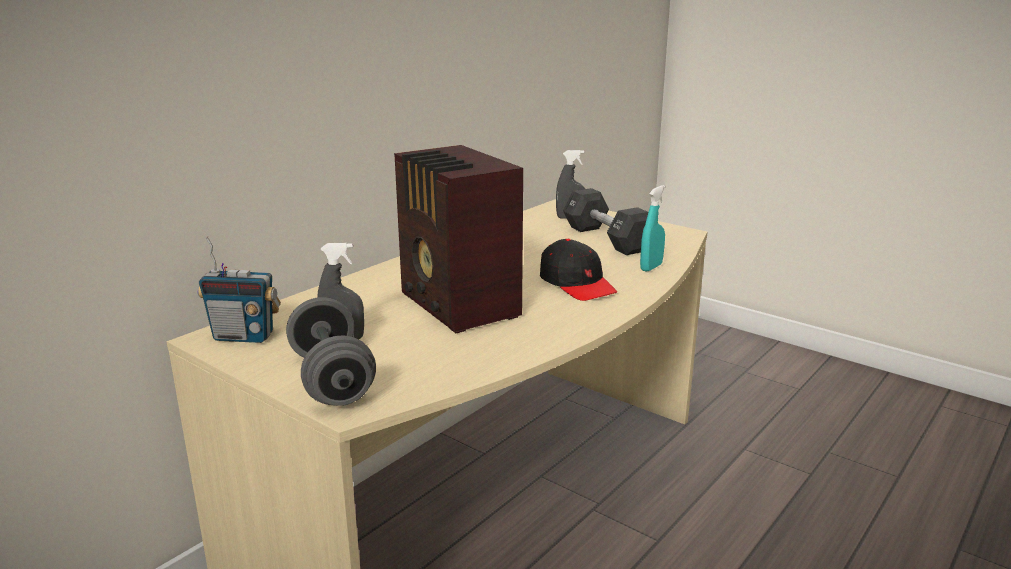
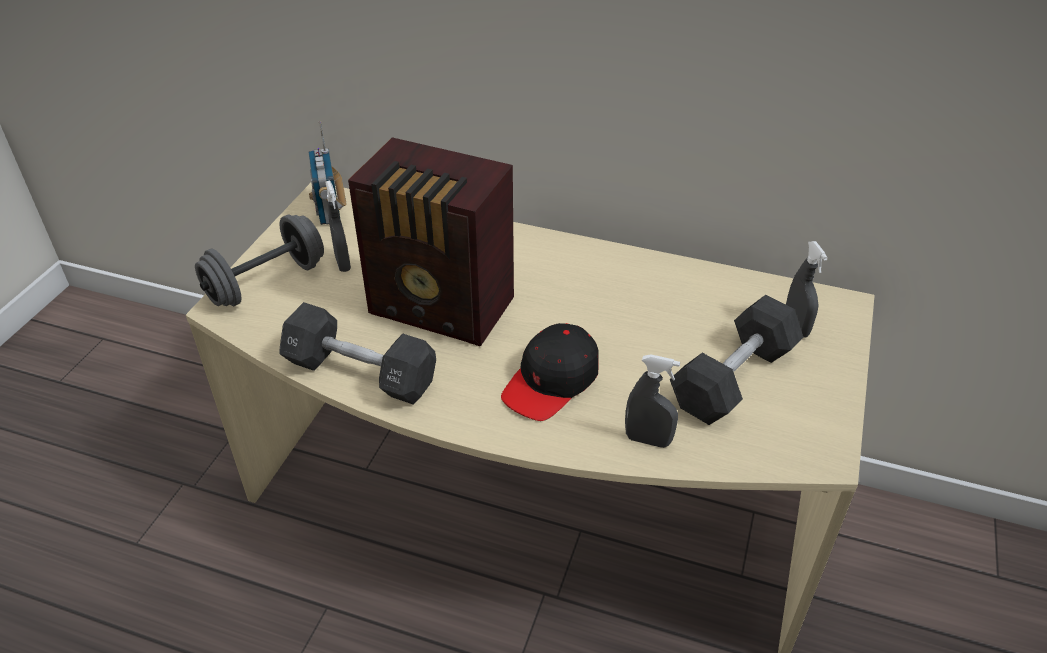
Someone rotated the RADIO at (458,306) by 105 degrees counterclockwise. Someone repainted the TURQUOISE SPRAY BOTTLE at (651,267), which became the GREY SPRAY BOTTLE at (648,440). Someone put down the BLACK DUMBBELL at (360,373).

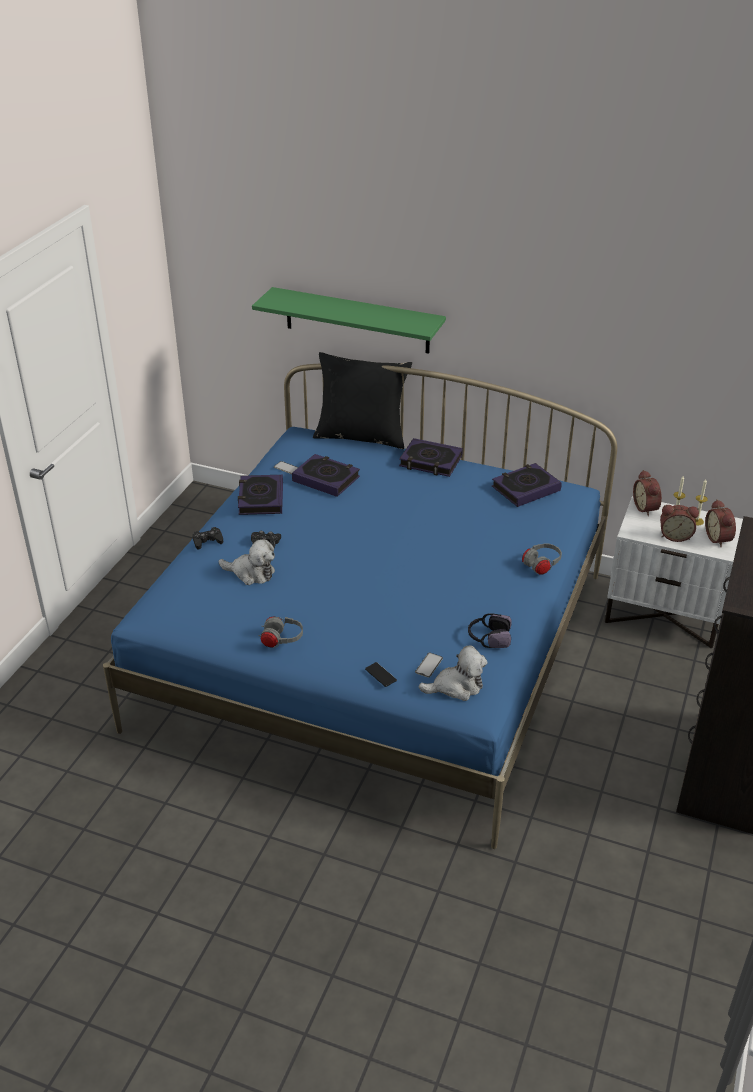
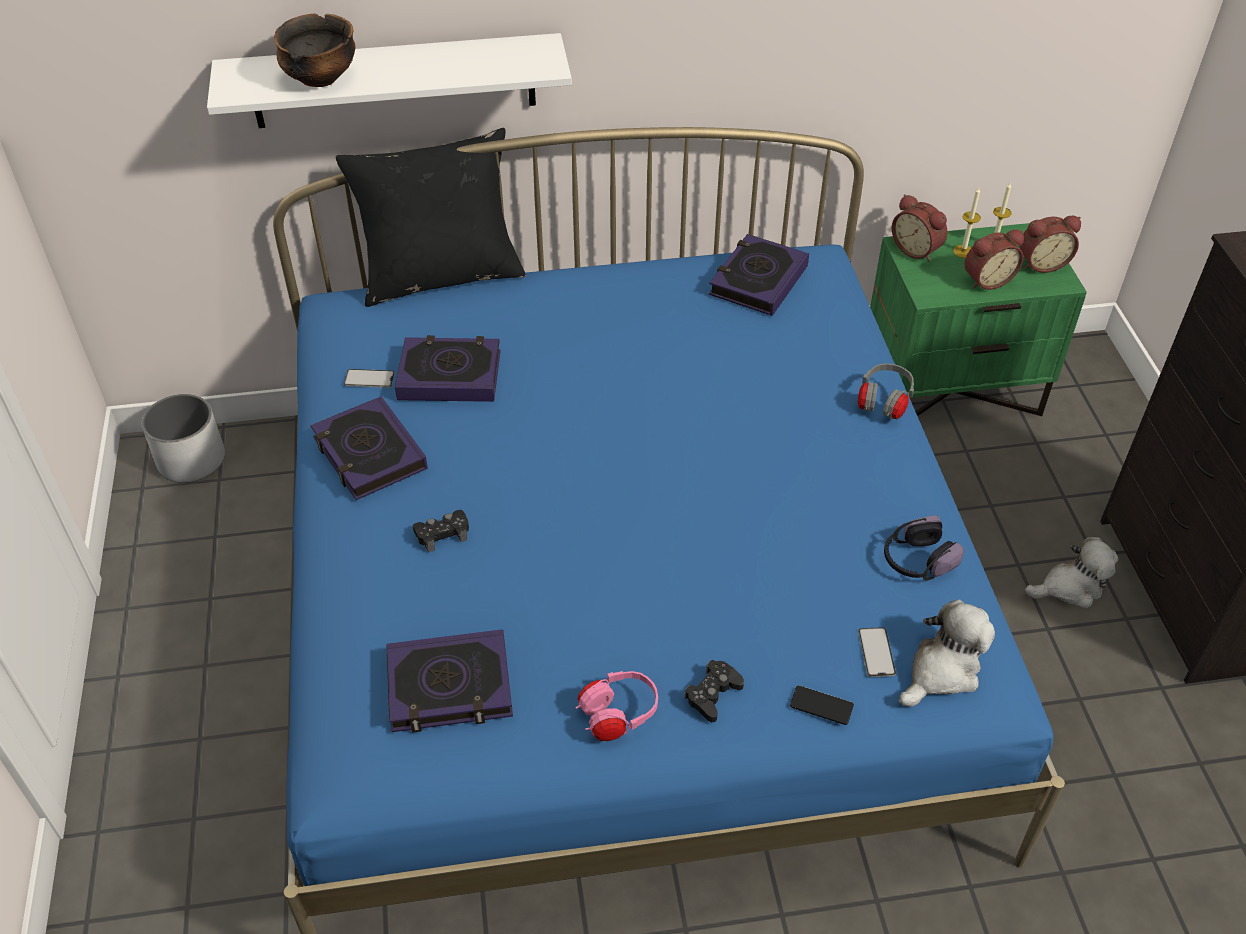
Someone carried the BLACK GAME CONTROLLER from (207,541) to (713,694). Someone carried the PLUSH TOY from (251,573) to (1070,587). Someone repainted the GREEN SHELF at (357,320), which became the WHITE SHELF at (393,81). Someone repainted the GREY HEADPHONES at (281,640), which became the PINK HEADPHONES at (618,716). Someone carried the BOOK from (430,462) to (450,687). Someone repainted the WHITE NIGHTSTAND at (664,614), which became the GREEN NIGHTSTAND at (951,389). Someone rotated the ALARM CLOCK at (719,538) by 60 degrees counterclockwise. Someone put down the WHITE PLANTER at (191,460). Someone put down the BOWL at (320,79).

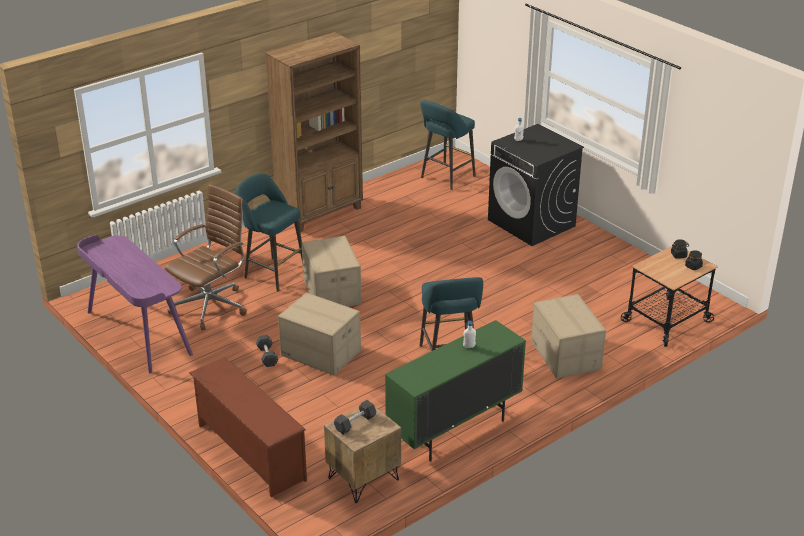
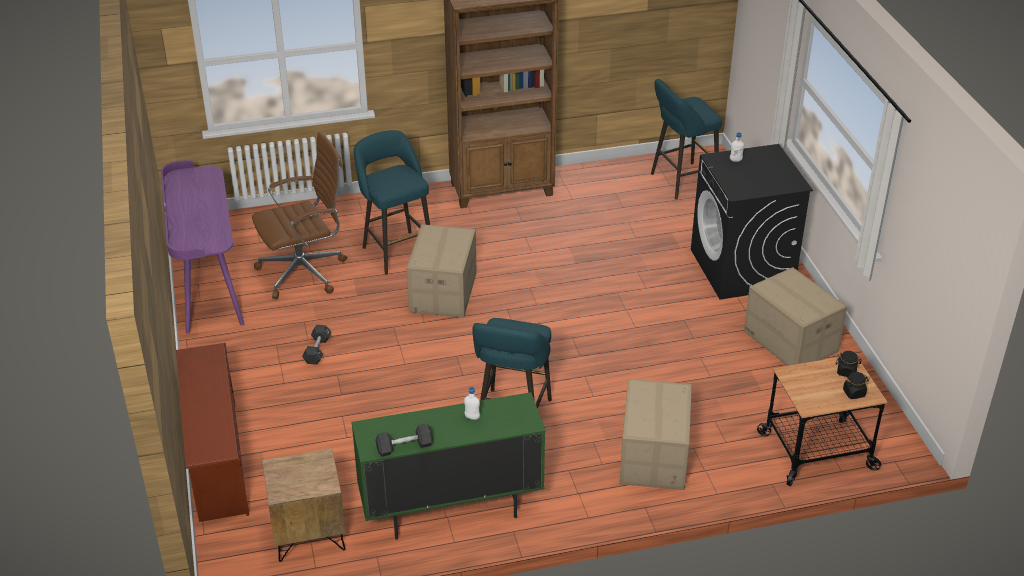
Someone carried the CARDBOARD BOX from (320,353) to (790,341). Someone carried the BLACK DUMBBELL from (355,423) to (404,447).

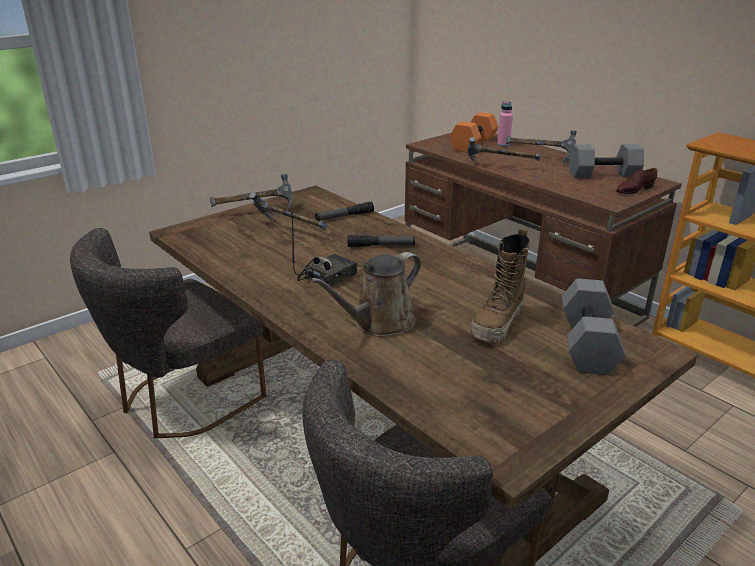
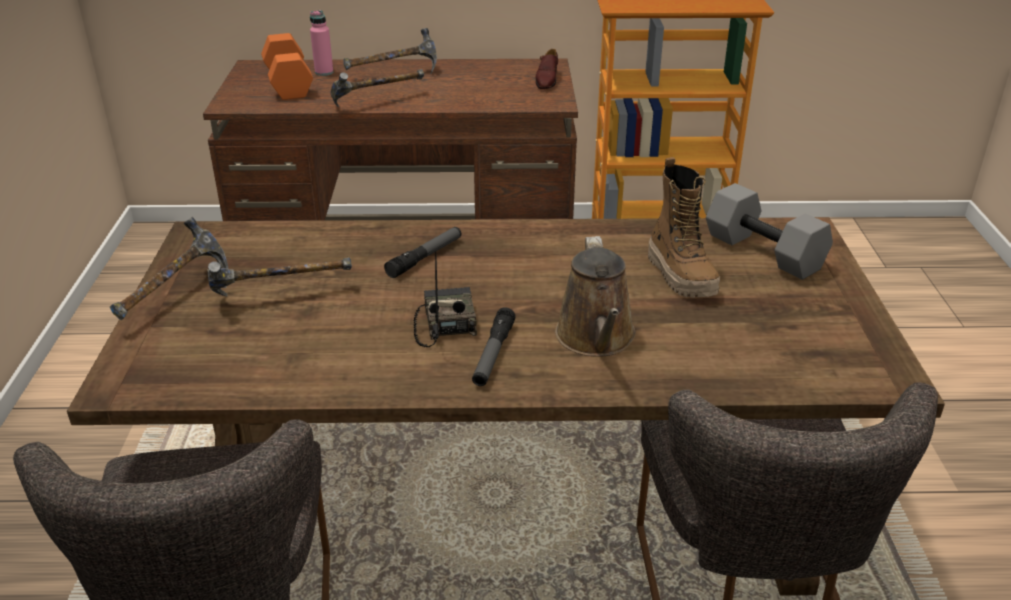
Someone carried the FLASHLIGHT from (344,216) to (493,354). Someone took away the GREY DUMBBELL at (603,174).

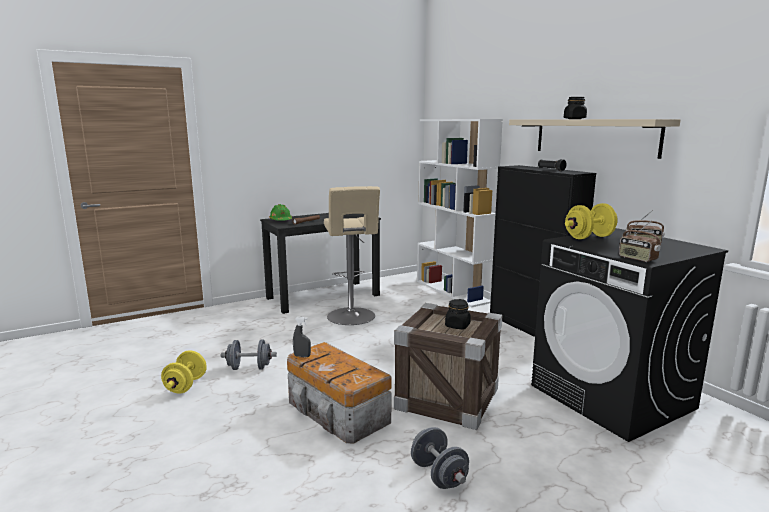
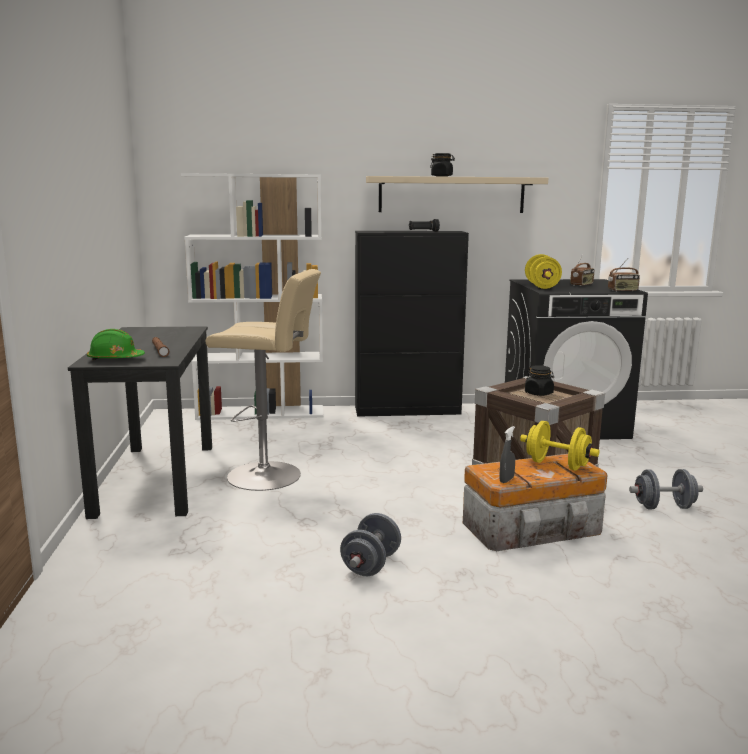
Someone carried the YELLOW DUMBBELL from (186,385) to (557,465).

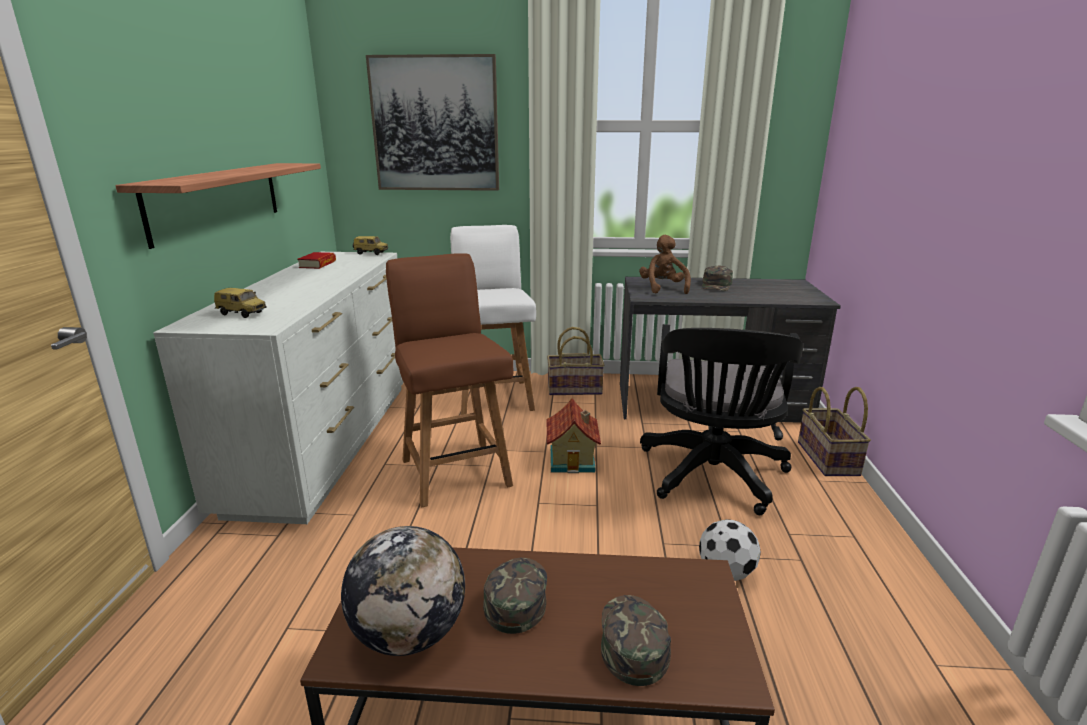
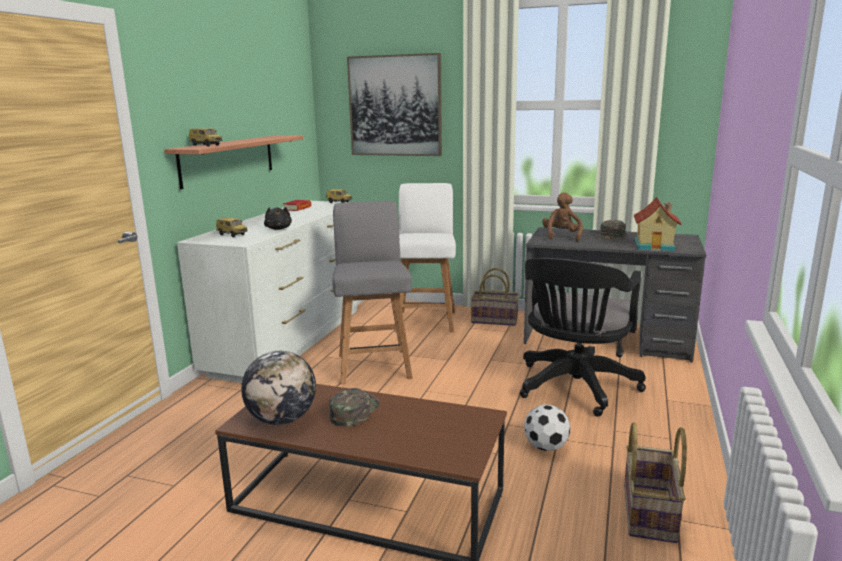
Someone repainted the BROWN CHAIR at (455,471), which became the GREY CHAIR at (374,365). Someone carried the TOY HOUSE from (573,460) to (655,246). Someone took away the GREEN CAP at (632,640). Someone carried the BASKET from (829,459) to (650,513). Someone put down the TOY CAR at (207,145). Someone put down the BLACK PLUSH TOY at (278,229).

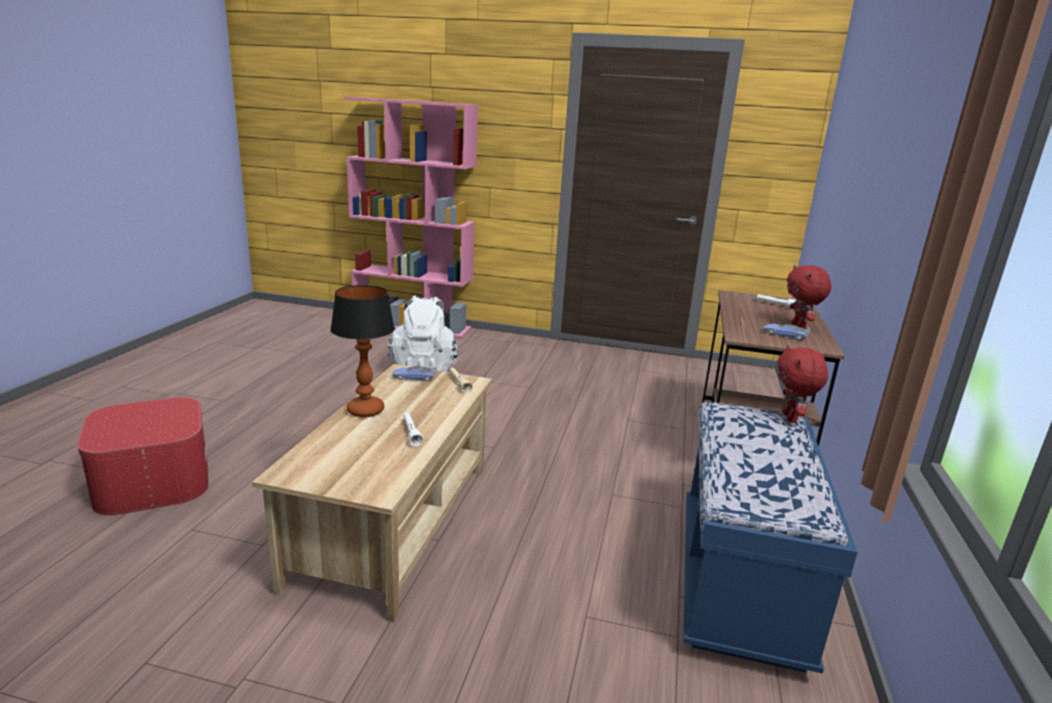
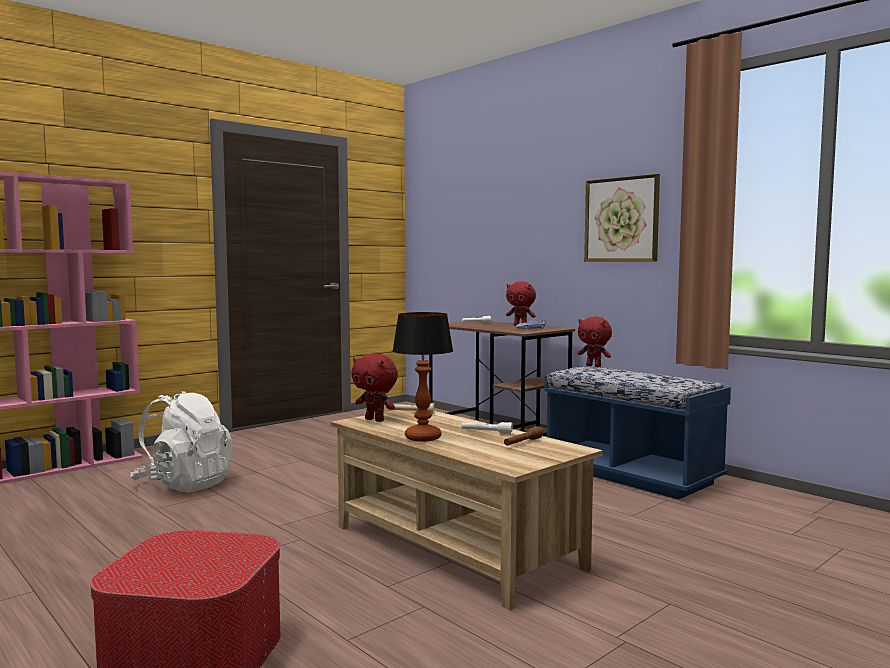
Someone swapped the TOY CAR at (414,377) for the RED PLUSH TOY at (375,420). Someone put down the BROWN FLASHLIGHT at (522,443). Someone put up the PICTURE at (621,219).

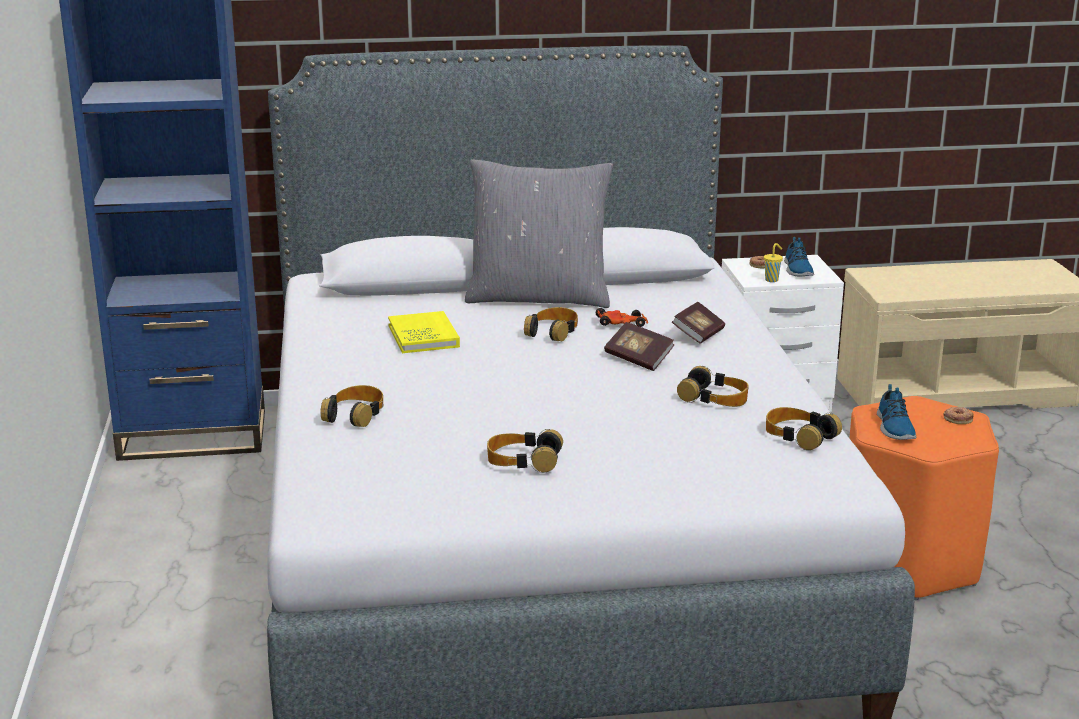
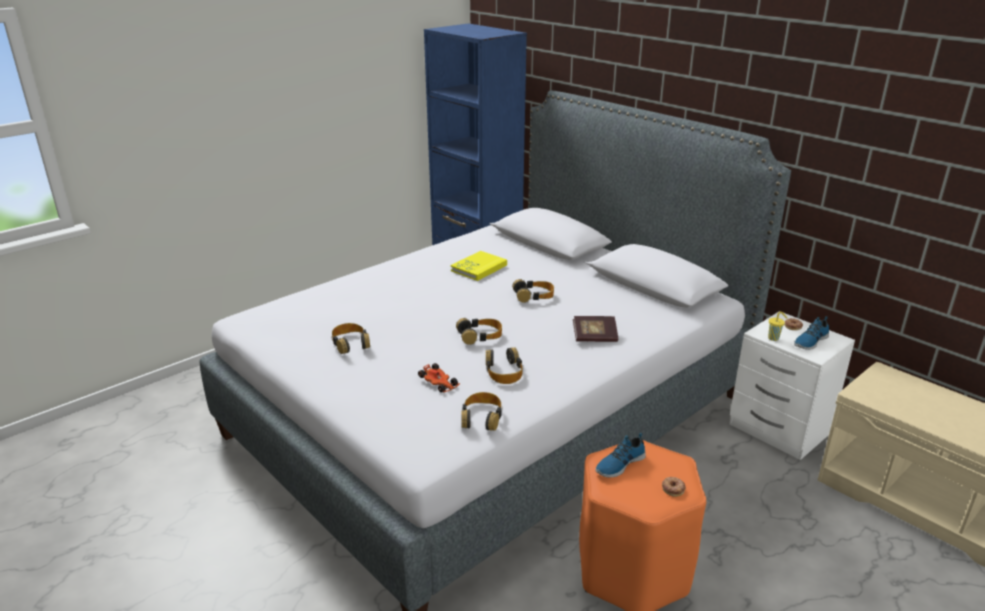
Someone carried the HEADPHONES from (355,414) to (480,335). Someone took away the GREY PILLOW at (539,297). Someone carried the TOY CAR from (622,324) to (439,383). Someone took away the BOOK at (638,359).

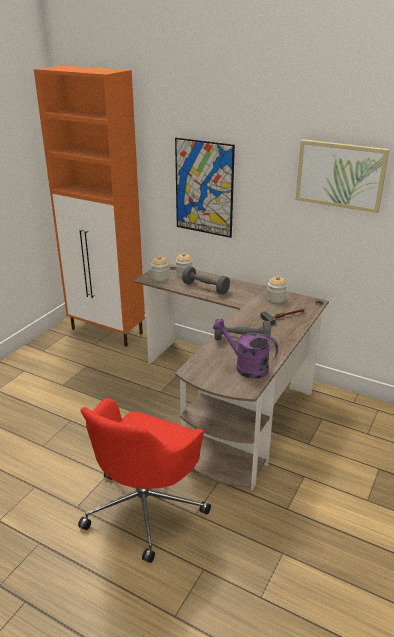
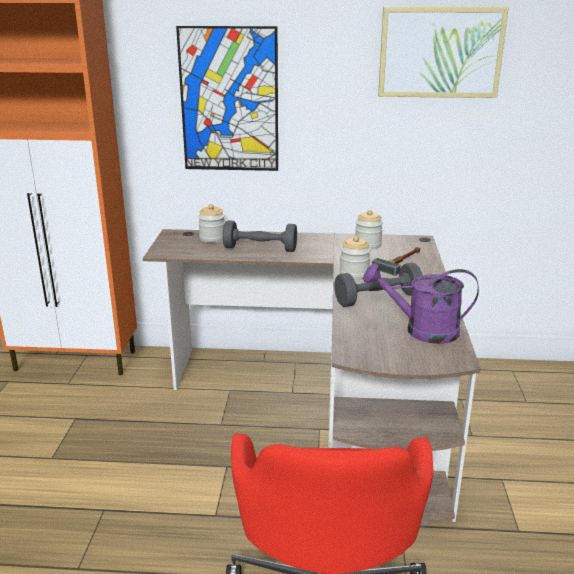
Someone carried the JAR from (160,278) to (354,274).

